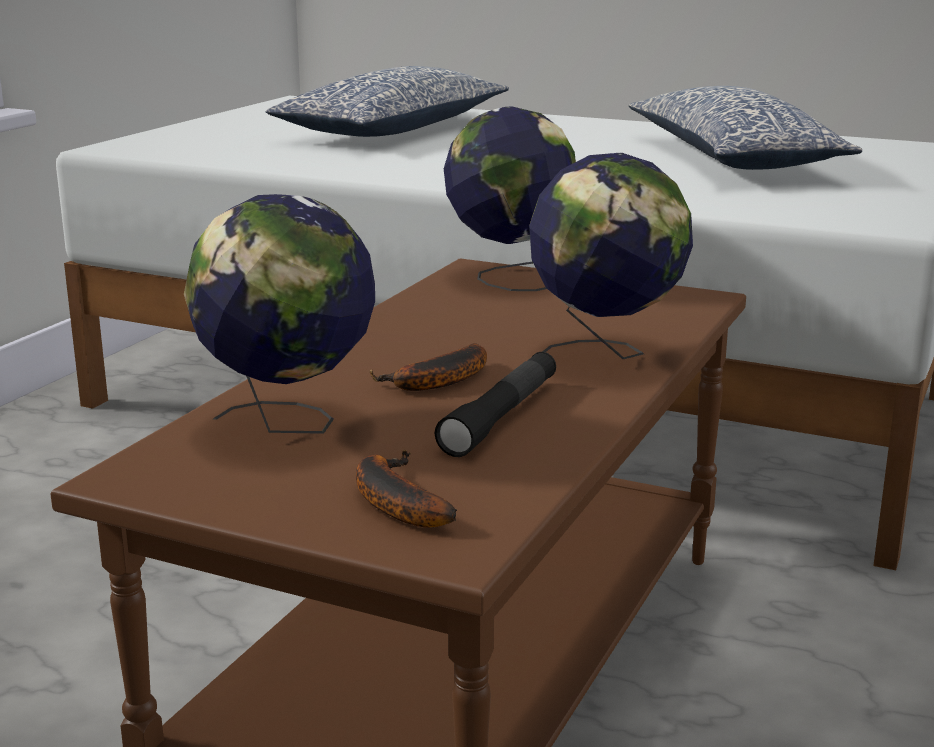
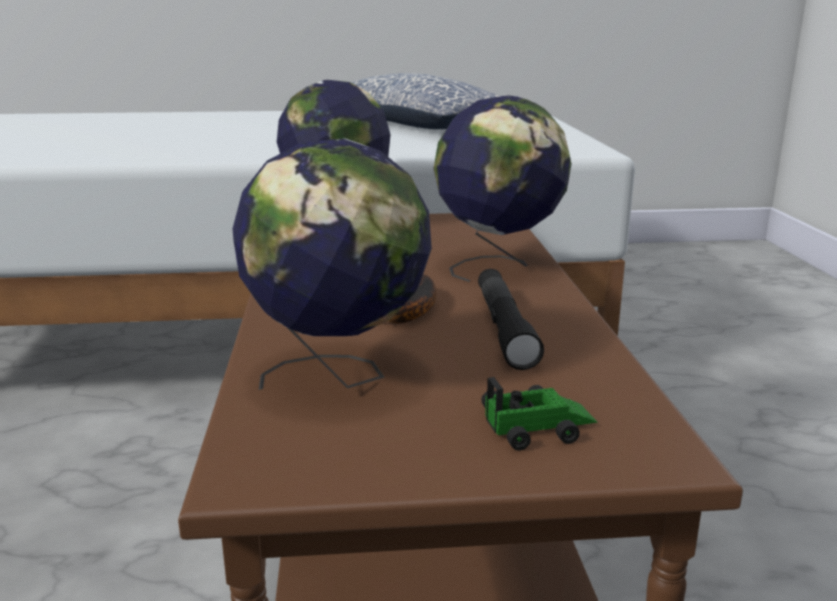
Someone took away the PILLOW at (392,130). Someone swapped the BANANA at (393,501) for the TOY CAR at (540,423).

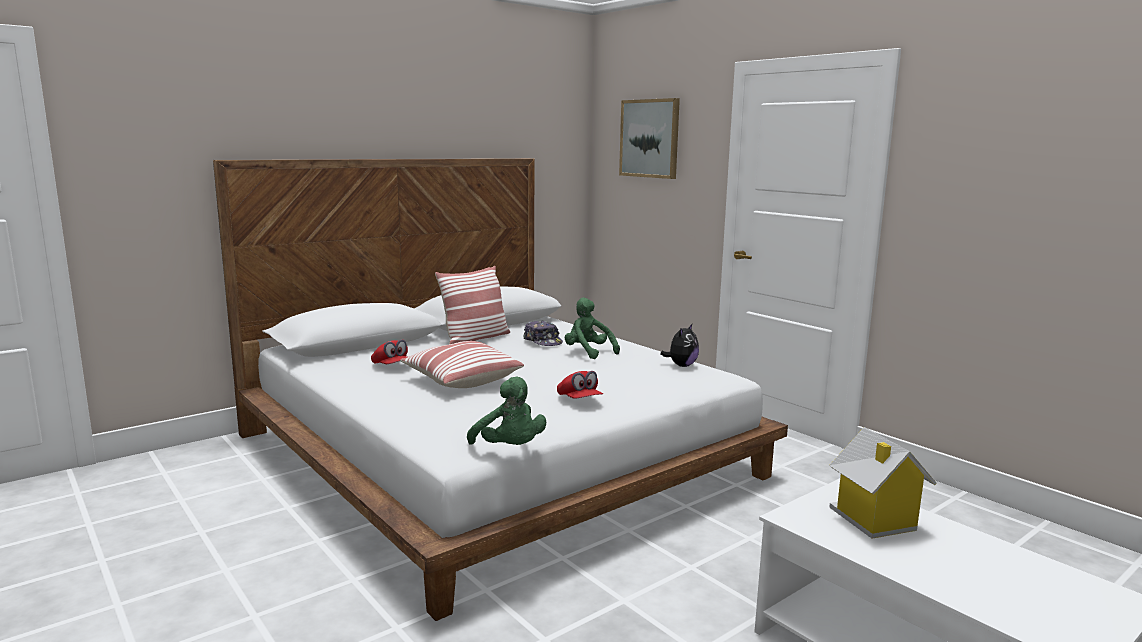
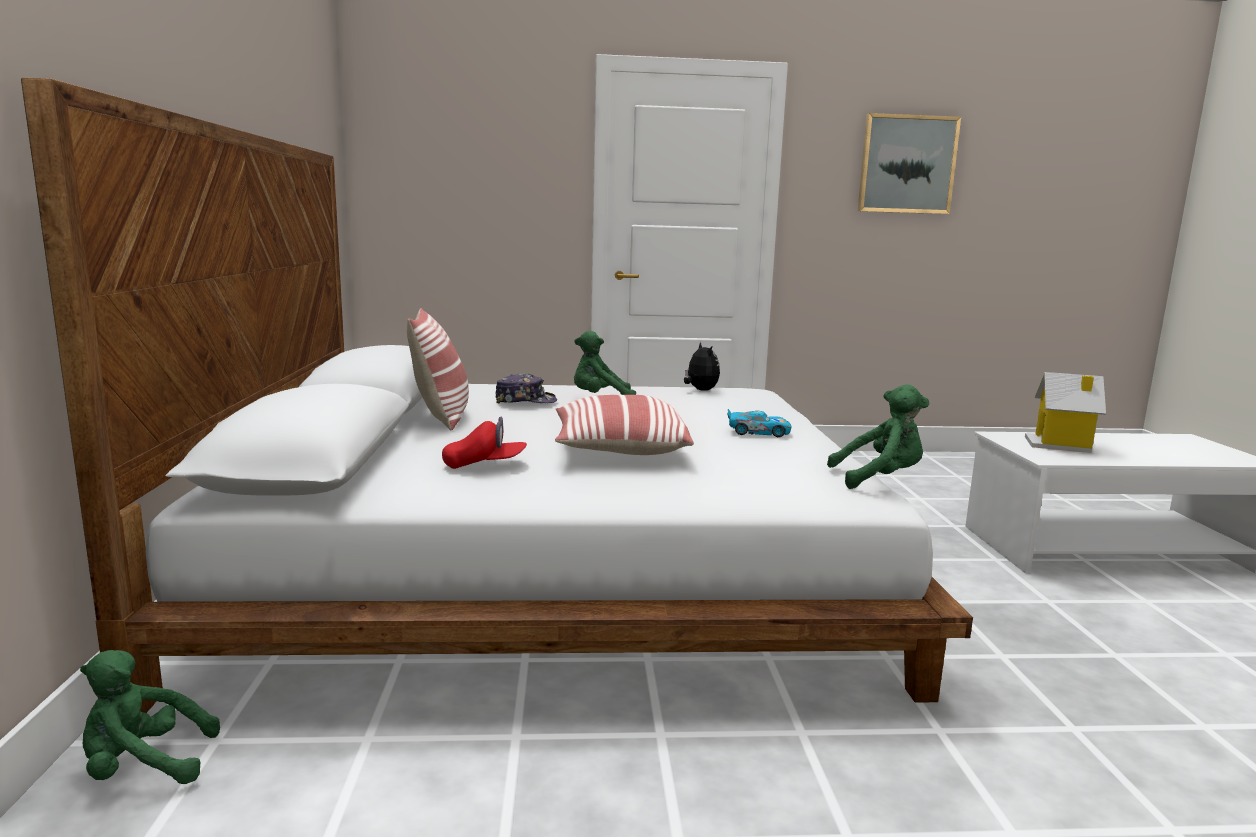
Someone swapped the RED CAP at (579,400) for the TOY CAR at (758,432). Someone carried the PICTURE from (650,138) to (907,164). Someone put down the GREEN PLUSH TOY at (144,766).

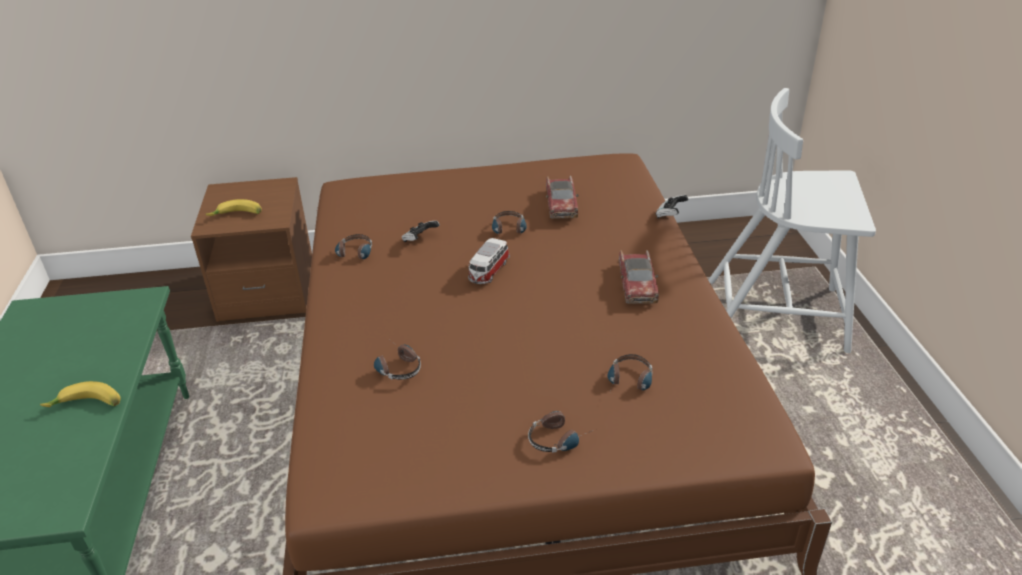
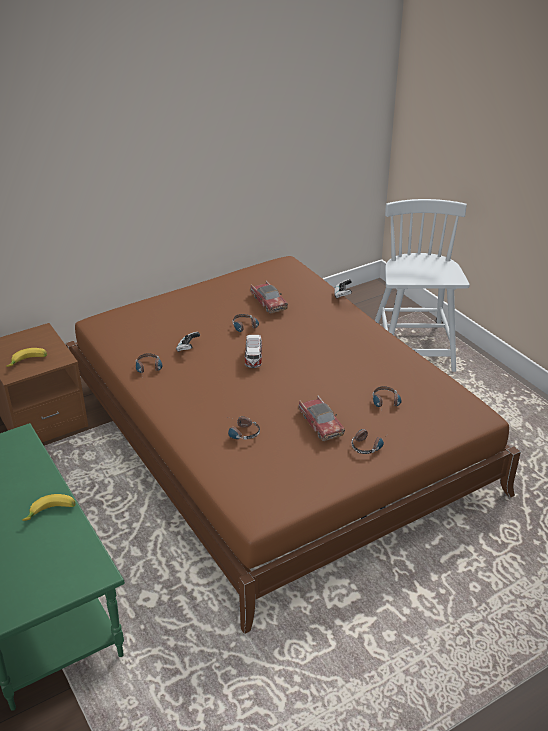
Someone carried the TOY CAR from (637,284) to (320,423). Someone rotated the WHITE CHAIR at (778,315) by 105 degrees clockwise.

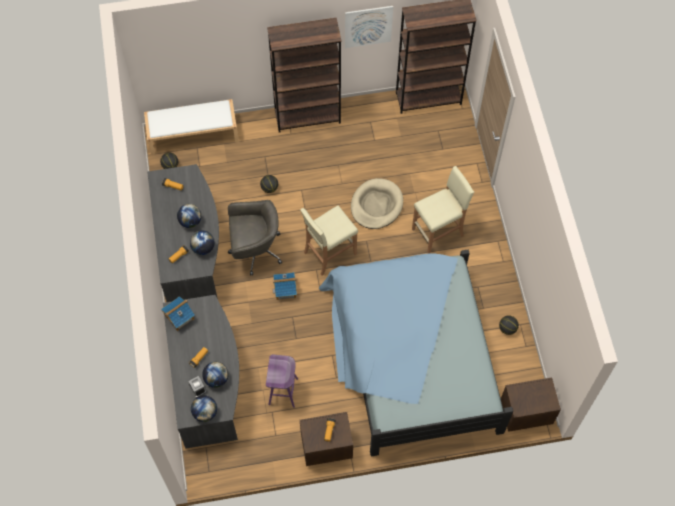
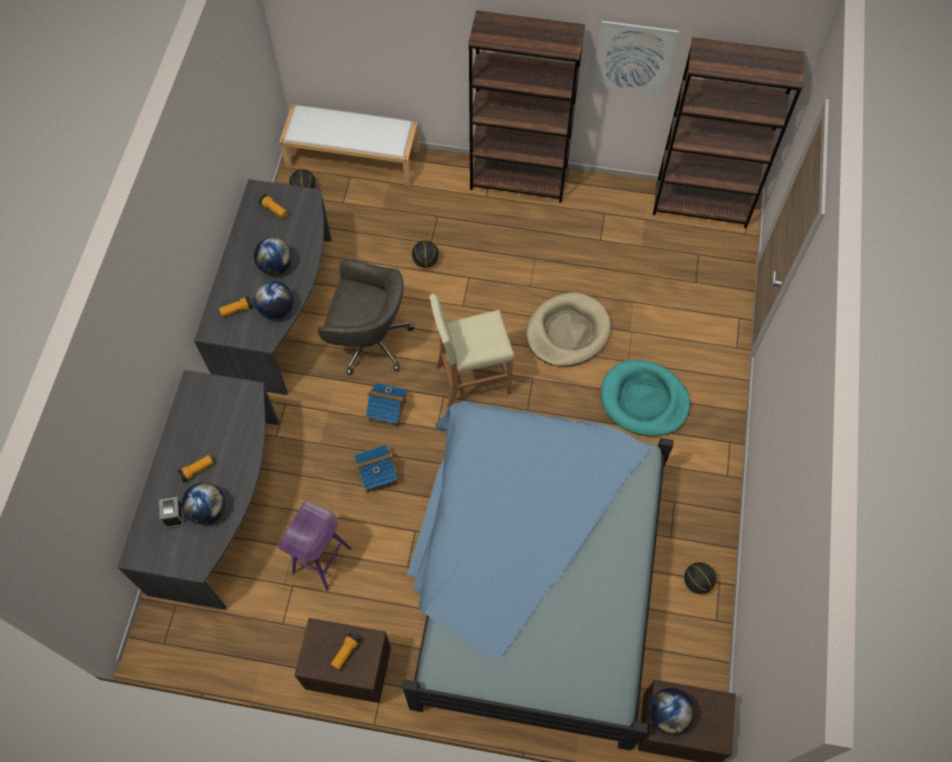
Someone carried the TOY HOUSE from (179,317) to (377,474). Someone carried the GLOBE from (205,412) to (668,714). Someone swapped the BEIGE STOOL at (438,232) for the TURQUOISE DOG BED at (644,400).

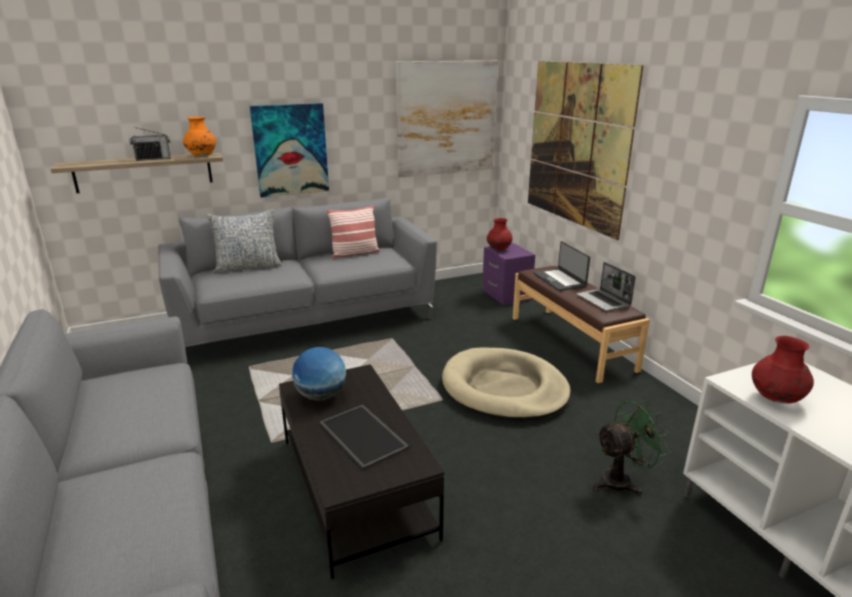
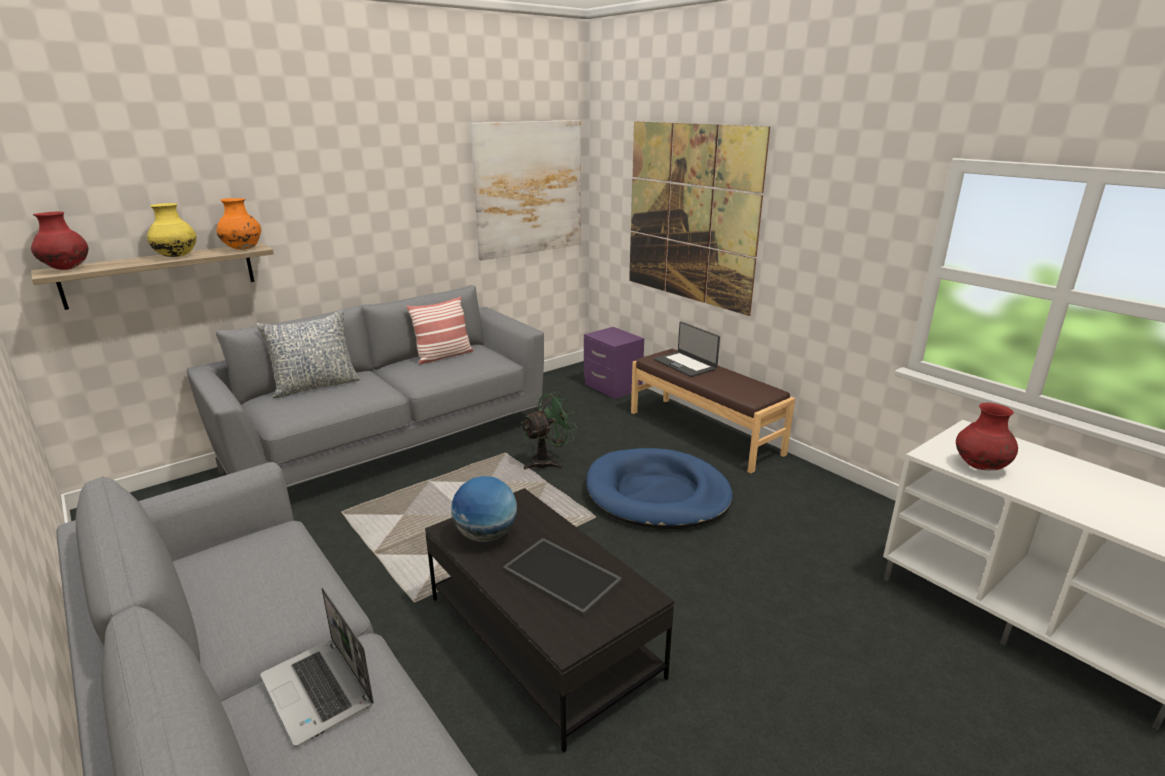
Someone swapped the RADIO at (153,159) for the YELLOW VASE at (177,256). Someone took away the PICTURE at (290,150). Someone repainted the BEIGE DOG BED at (504,389), which became the BLUE DOG BED at (657,494). Someone carried the RED VASE from (499,249) to (67,269). Someone carried the LAPTOP from (604,301) to (319,691). Someone carried the GREEN FAN from (622,481) to (548,461).

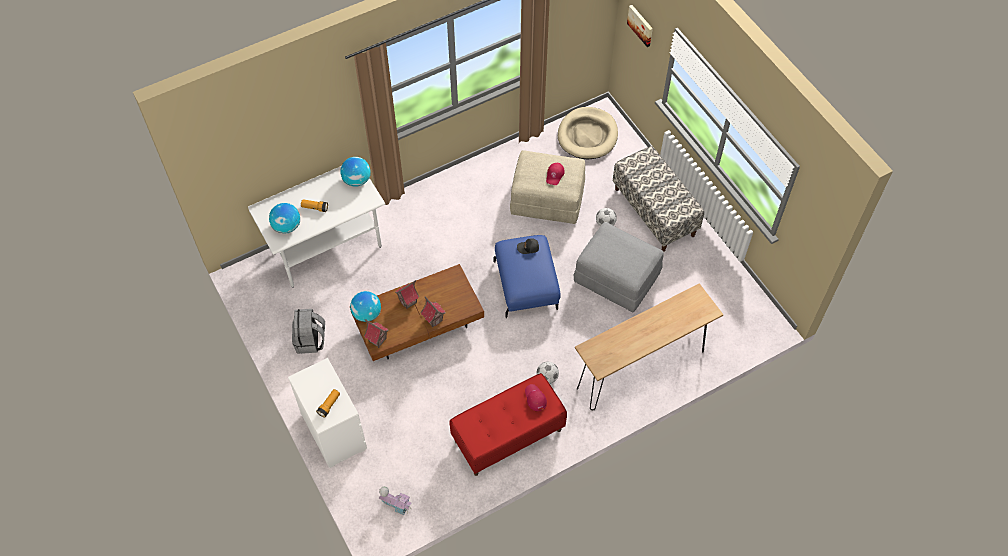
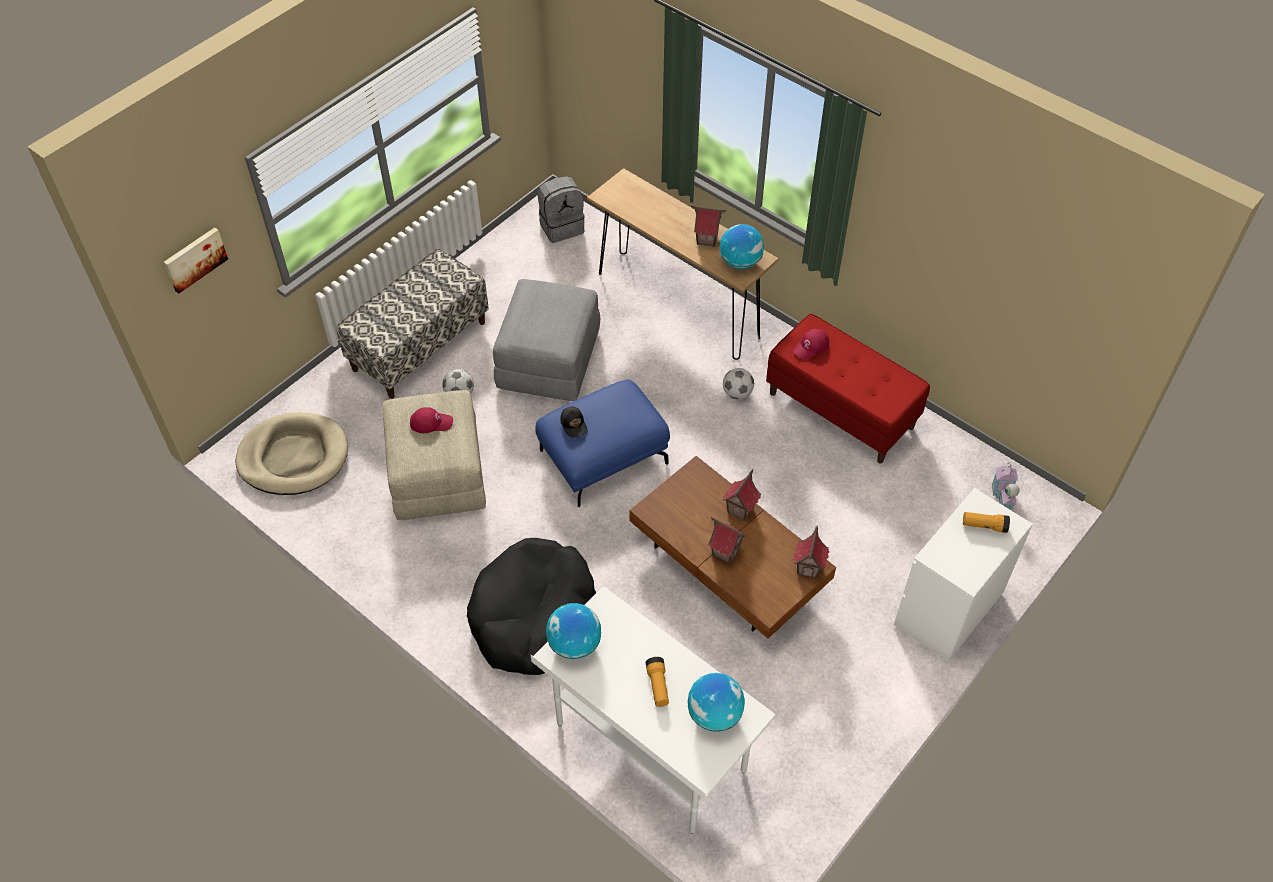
Someone carried the GREY BACKPACK from (310,341) to (561,226). Someone carried the GLOBE from (367,314) to (740,262). Someone put down the BLACK DOG BED at (533,616). Someone put down the TOY HOUSE at (707,240).

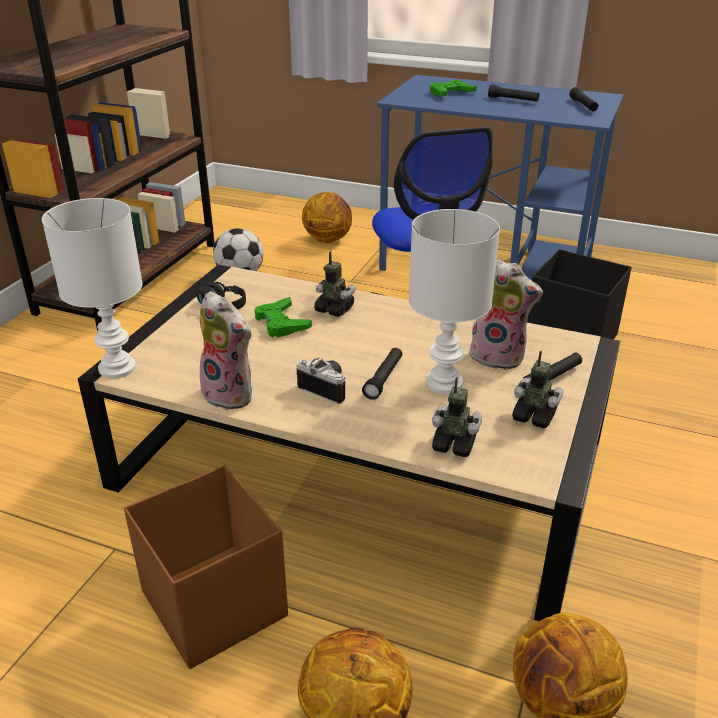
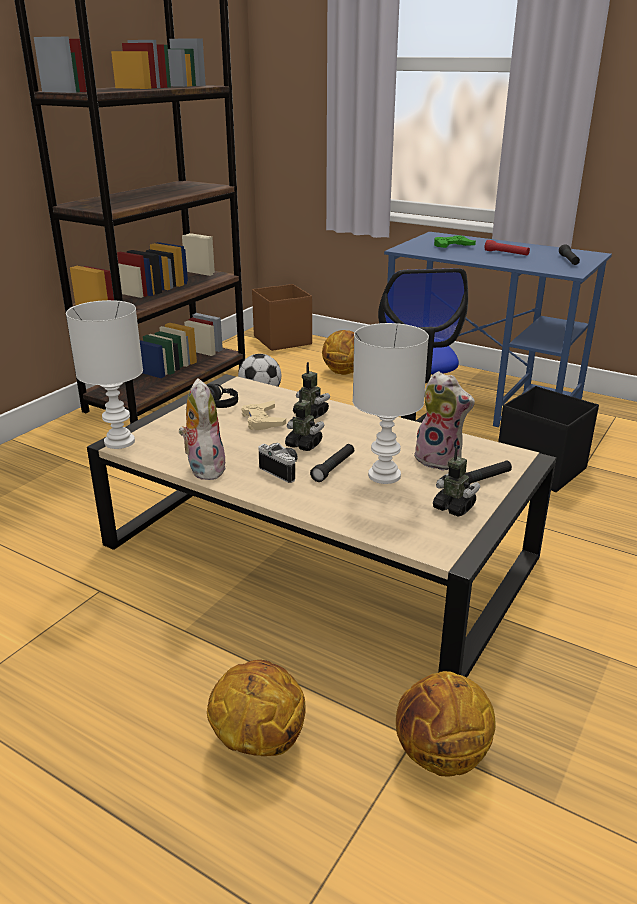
Someone carried the BROWN STORAGE BOX from (214,602) to (282,340). Someone rotated the PLUSH TOY at (232,394) by 150 degrees counterclockwise. Someone repainted the GREEN GAME CONTROLLER at (281,323), which became the BEIGE GAME CONTROLLER at (262,420). Someone carried the TOY ROBOT from (454,444) to (303,445). Someone repainted the BLACK FLASHLIGHT at (513,100), which became the RED FLASHLIGHT at (506,253).

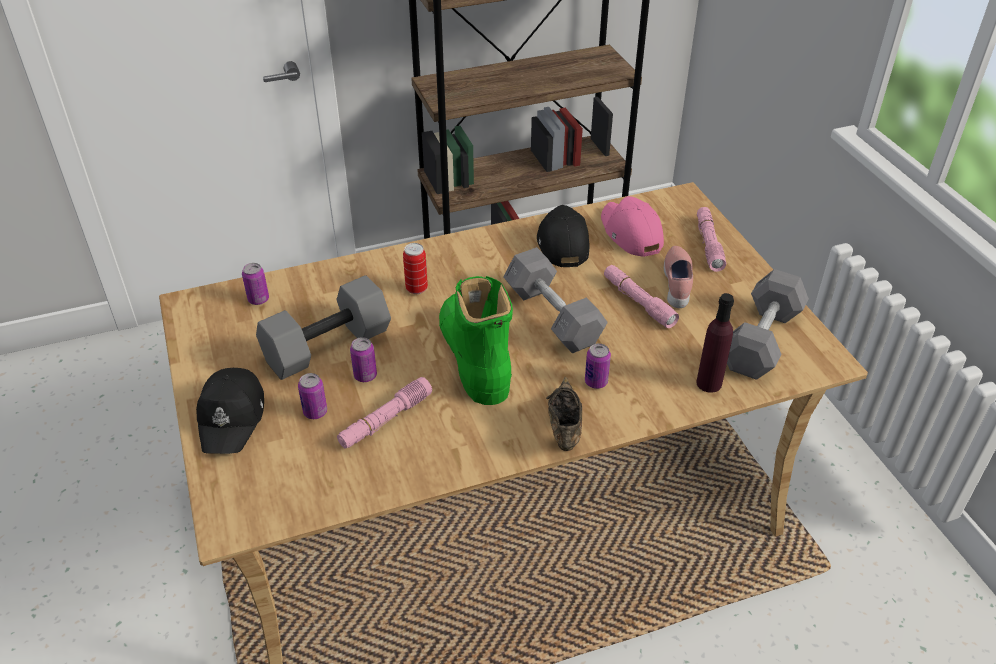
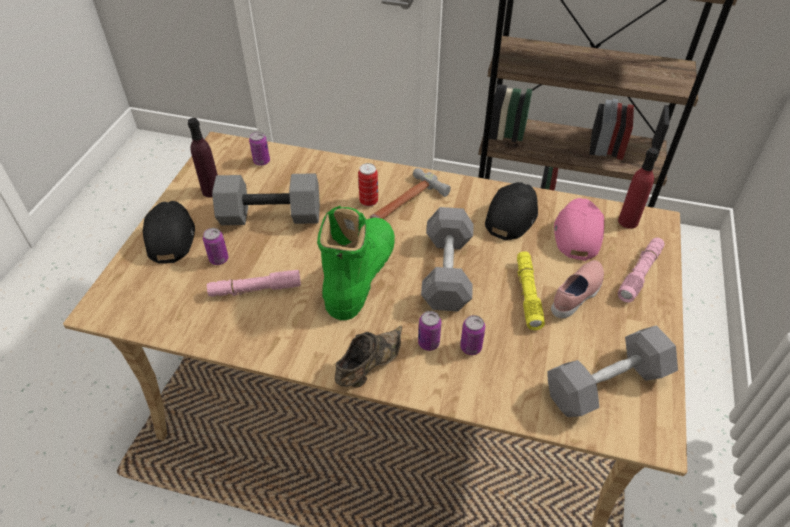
Someone rotated the BLACK CAP at (233,417) by 135 degrees clockwise. Someone carried the CAN from (365,376) to (471,347). Someone repainted the PINK FLASHLIGHT at (638,302), which became the YELLOW FLASHLIGHT at (528,294). Someone carried the PURPLE BOTTLE from (709,383) to (211,191). Someone put down the HAMMER at (405,203). Someone put down the RED BOTTLE at (628,221).

